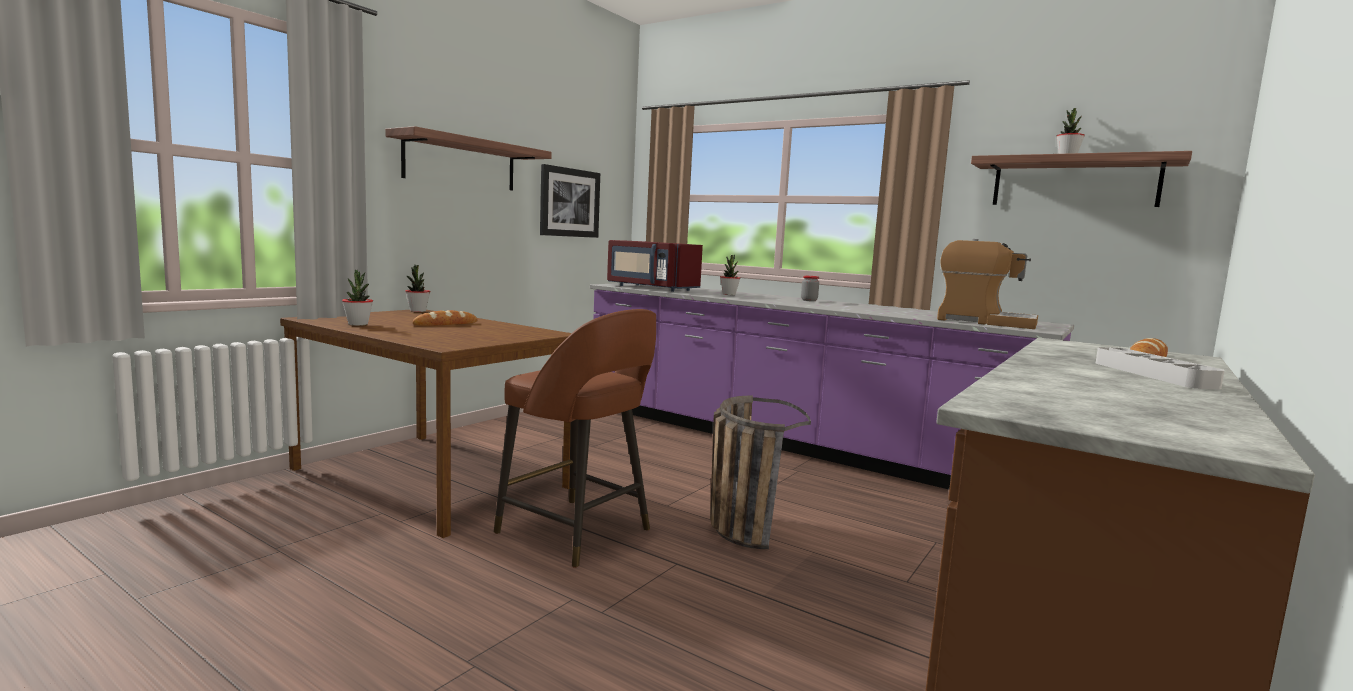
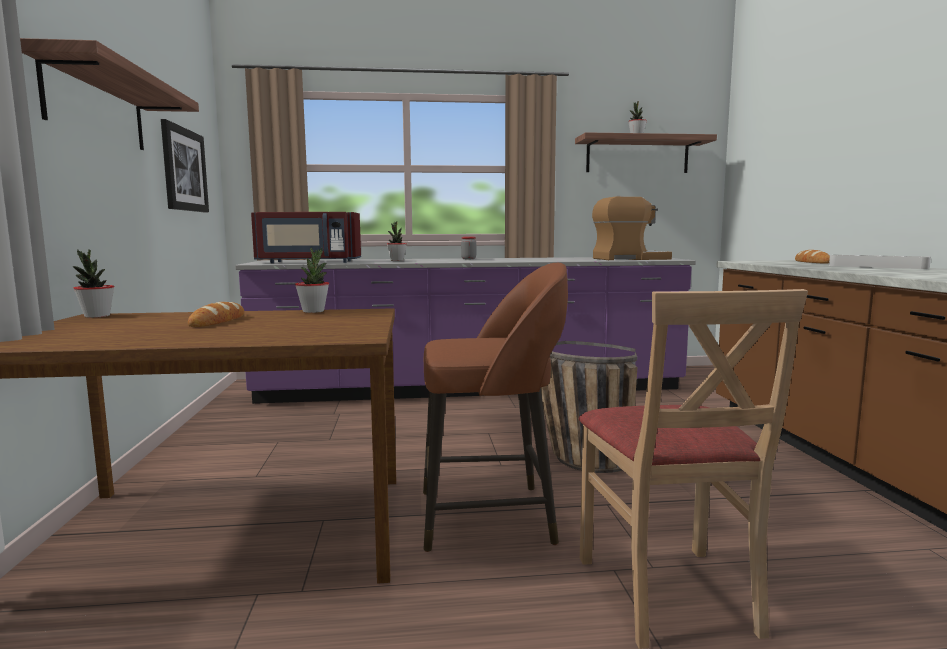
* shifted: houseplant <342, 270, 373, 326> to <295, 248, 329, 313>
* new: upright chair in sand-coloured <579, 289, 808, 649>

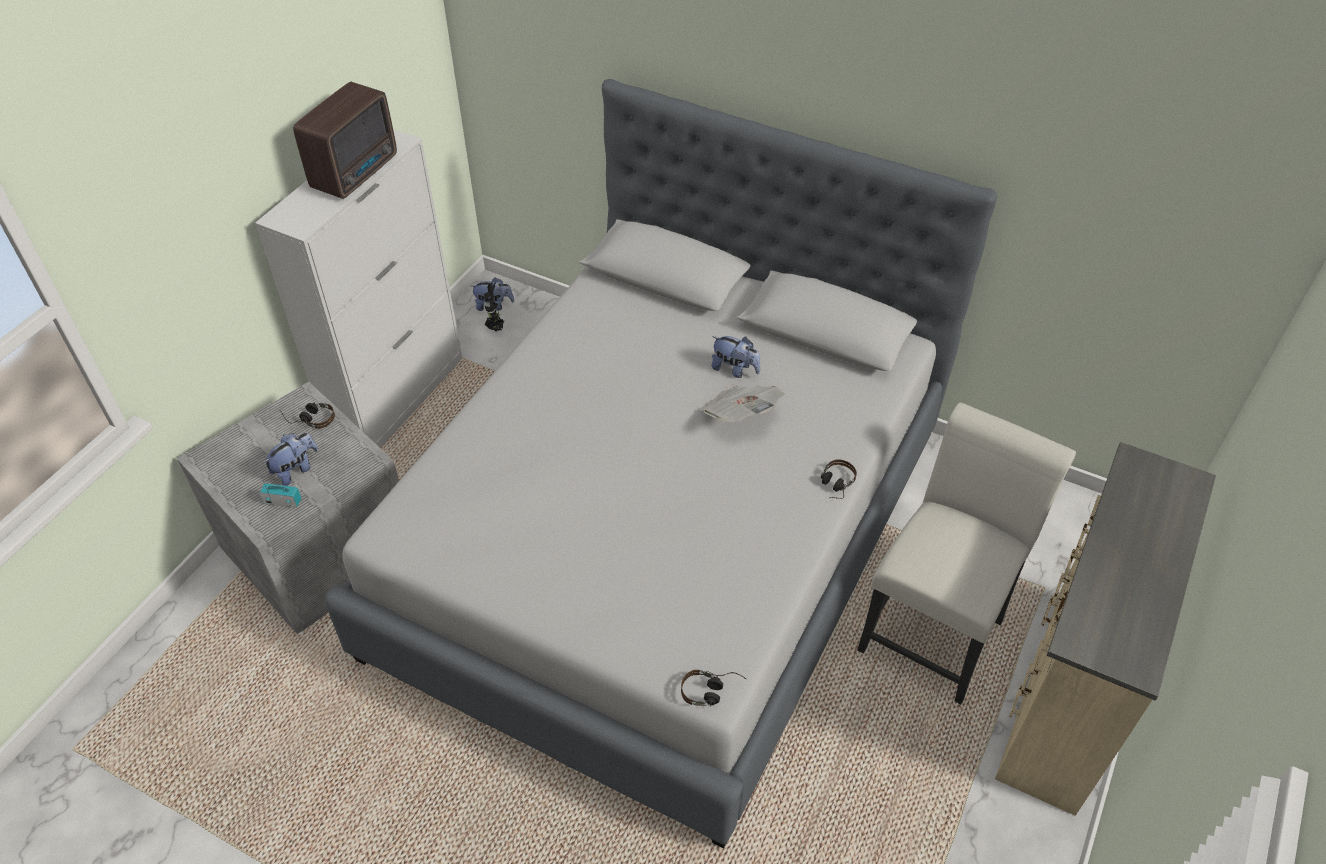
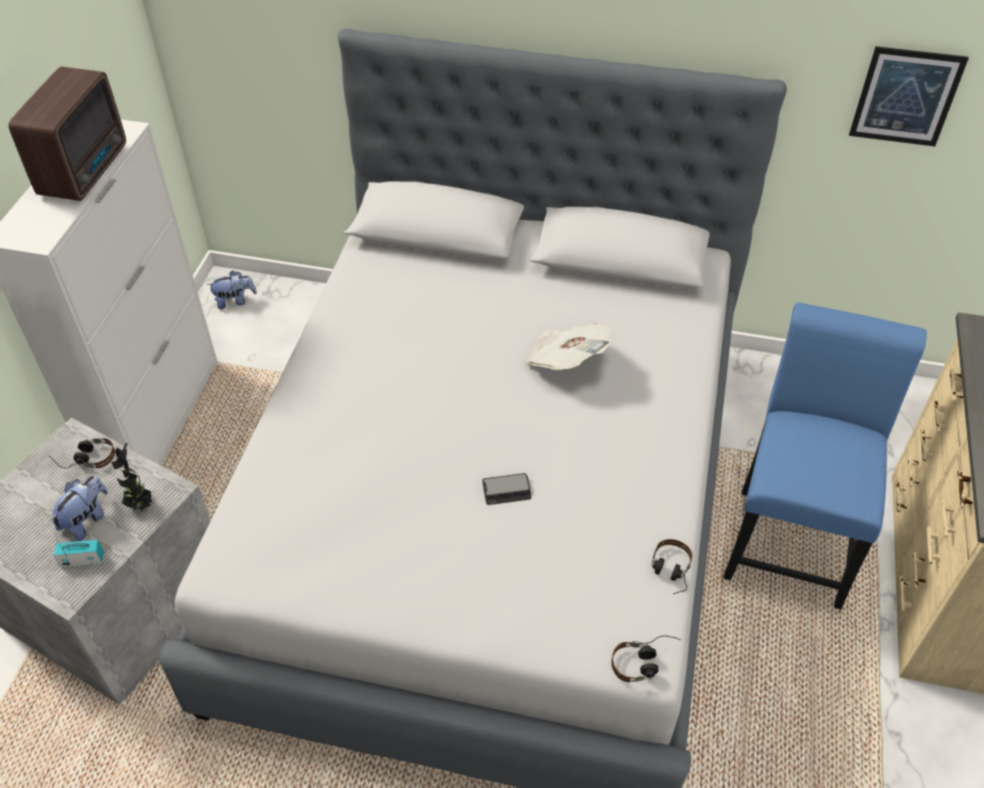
* shifted: houseplant <484, 282, 505, 331> to <111, 443, 154, 510>
* gone: cuddly toy <711, 336, 760, 378>
* repainted: upright chair in white <857, 402, 1076, 704> to upright chair in bluish <724, 303, 927, 609>
* shifted: pair of headphones <821, 459, 857, 499> to <651, 539, 692, 595>
* new: picture <849, 46, 969, 146>
* new: phone <482, 473, 532, 505>

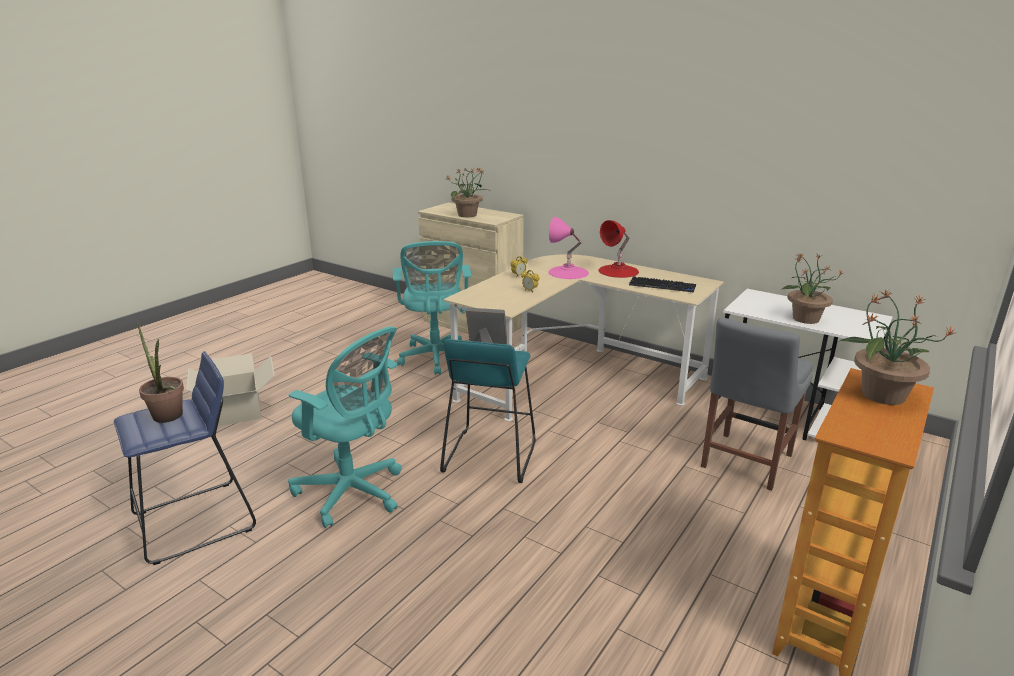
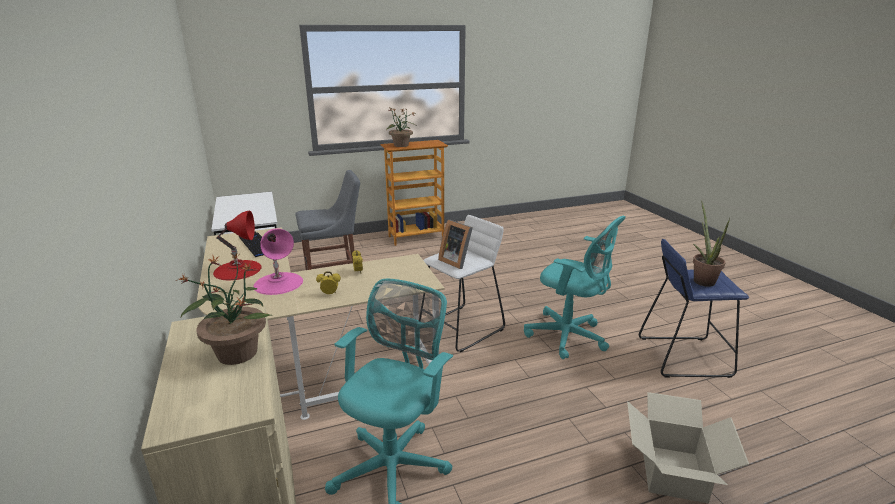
* gone: houseplant <781, 253, 843, 324>
* rotated: office chair in turquoise <288, 326, 402, 528> = <524, 216, 626, 359> 150 degrees clockwise
* repainted: stool in turquoise <440, 339, 536, 483> to stool in white <420, 215, 505, 352>

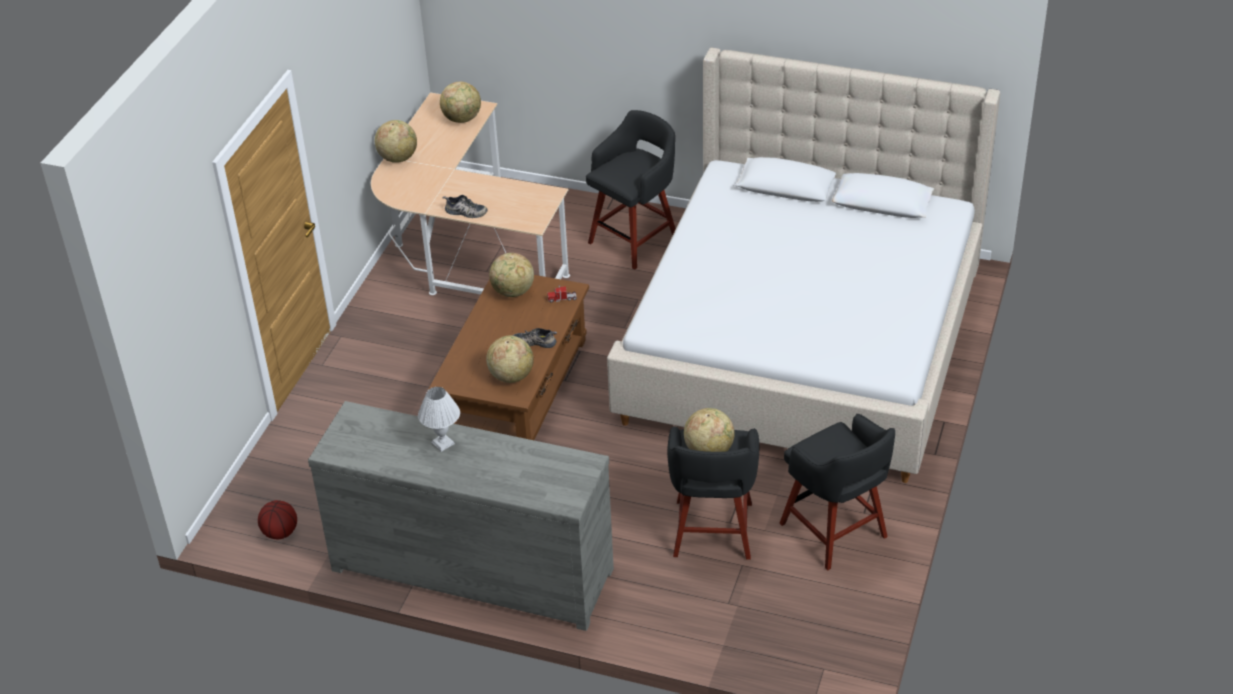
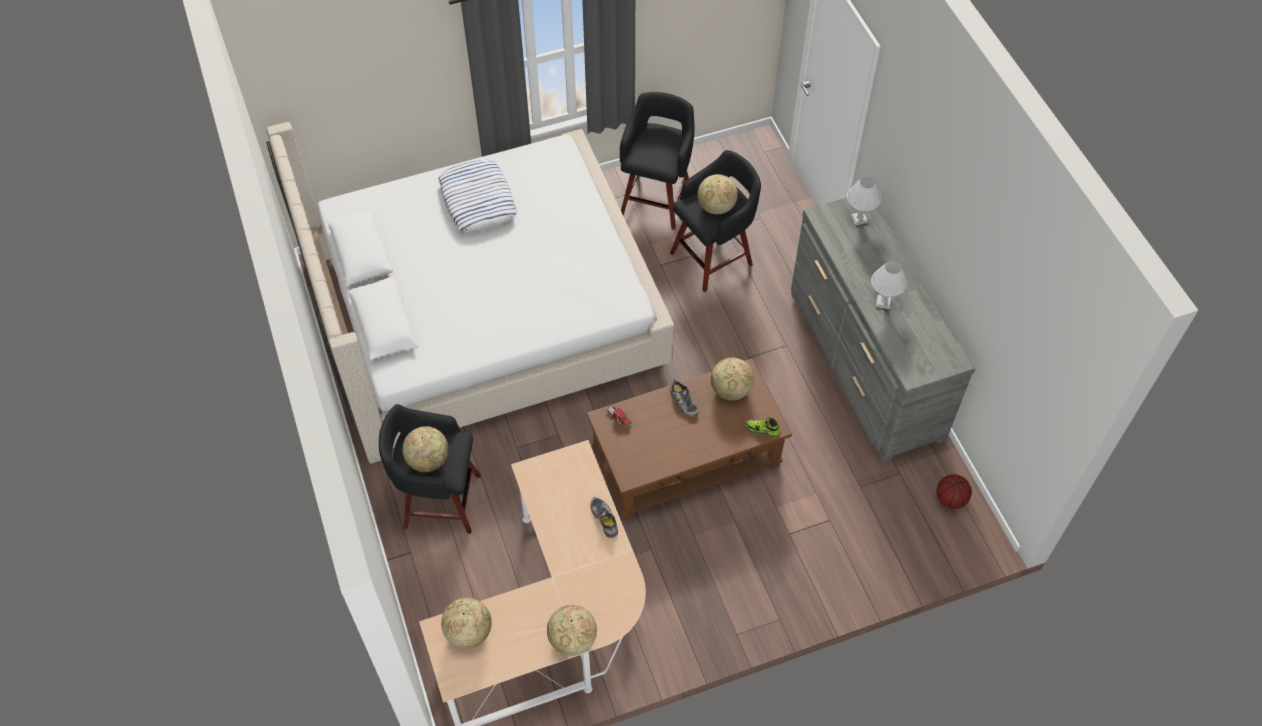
* shifted: world globe <489, 253, 534, 297> to <402, 426, 449, 472>
* new: cushion <438, 159, 517, 232>
* new: lamp for a table in white <847, 177, 881, 226>
* new: item of footwear <745, 417, 780, 438>

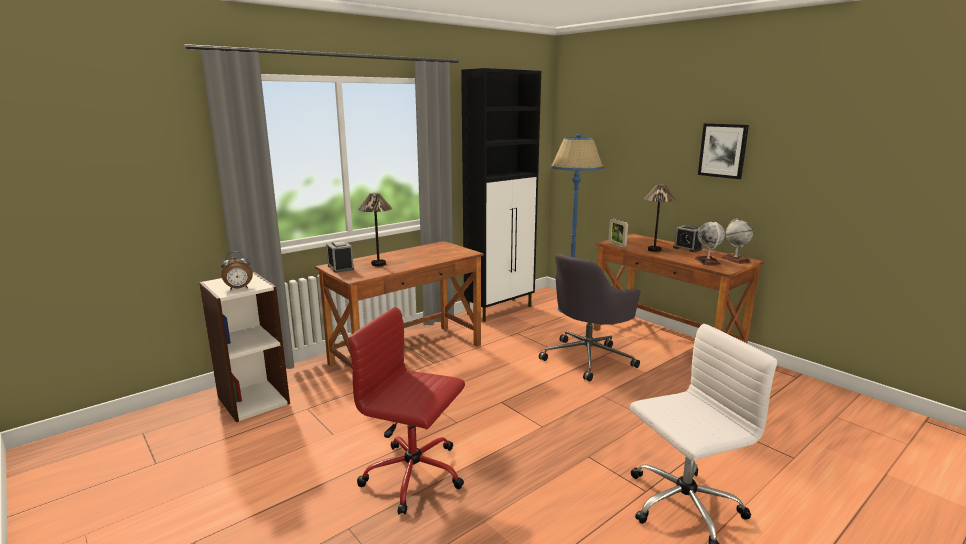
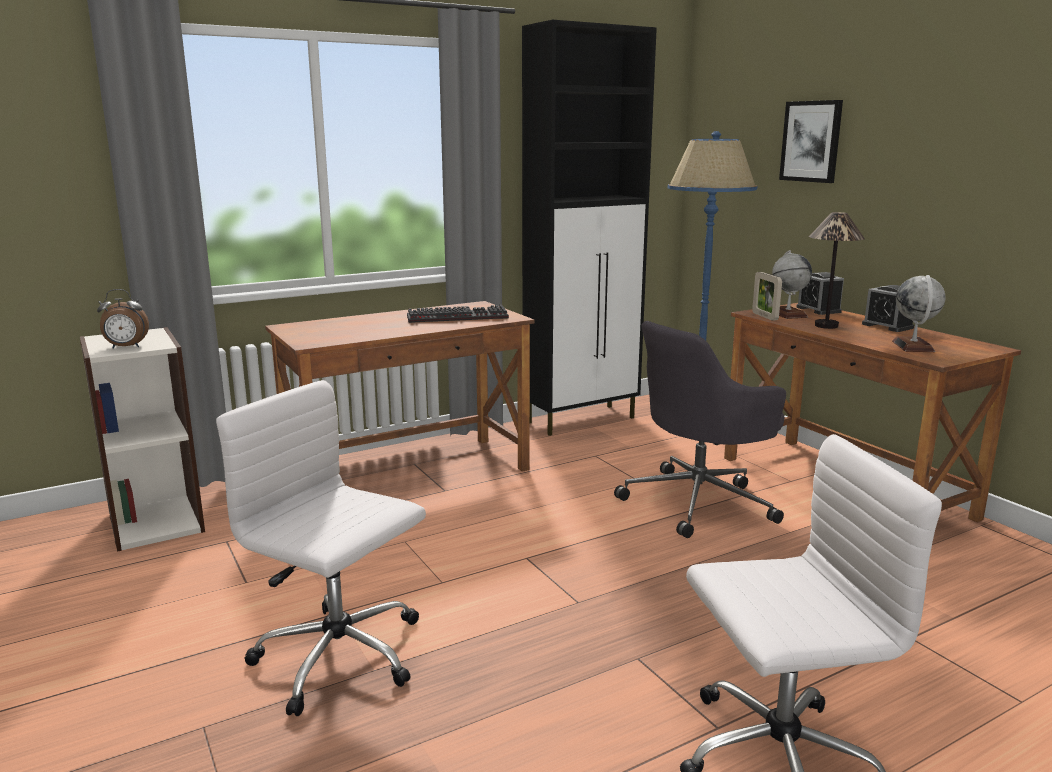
* shifted: picture <698, 123, 749, 179> to <779, 100, 843, 183>
* gone: lamp for a table <358, 193, 392, 266>
* shifted: world globe <721, 218, 753, 264> to <772, 250, 812, 319>
* shifted: alarm clock <326, 241, 354, 273> to <796, 272, 844, 315>
* repainted: office chair in red-coloured <348, 307, 465, 515> to office chair in white <216, 380, 426, 716>
* new: PC keyboard <407, 305, 509, 323>

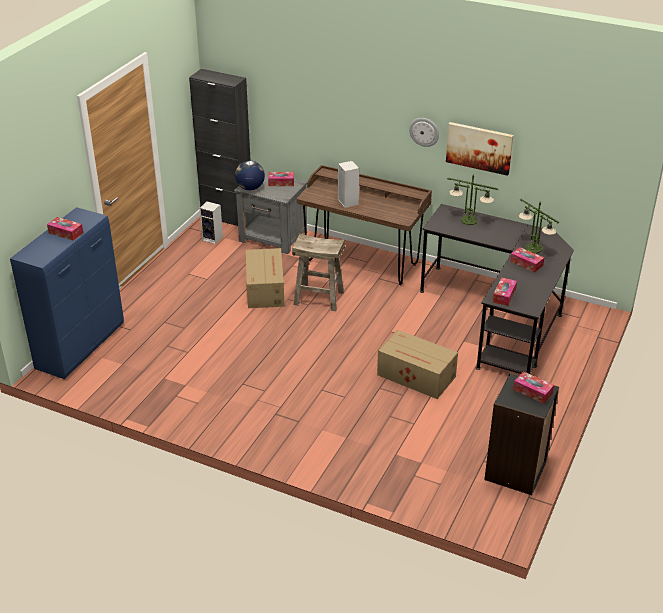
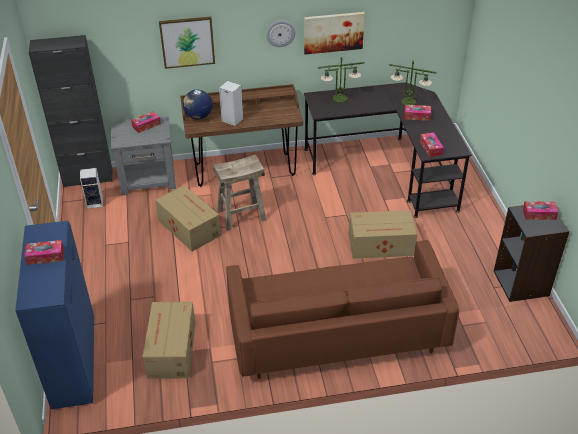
* shifted: world globe <235, 161, 265, 190> to <183, 90, 213, 119>
* new: picture <159, 17, 215, 69>
* new: sofa in brown-coloured <226, 240, 459, 379>
* new: packing box <143, 302, 195, 379>

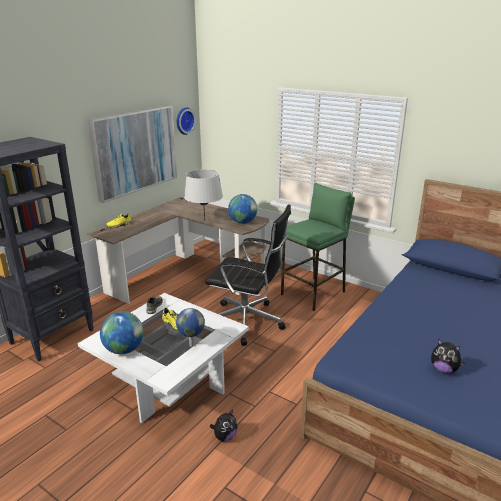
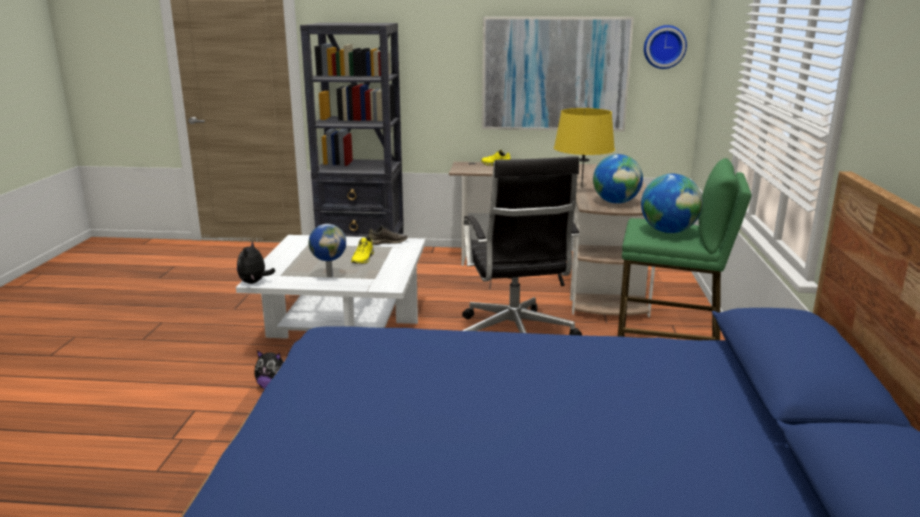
* repainted: lamp for a table in grey <184, 169, 223, 221> to lamp for a table in yellow <554, 108, 615, 188>
* shifted: world globe <100, 311, 144, 354> to <641, 174, 703, 233>
* shifted: cuddly toy <431, 338, 465, 373> to <237, 241, 275, 284>

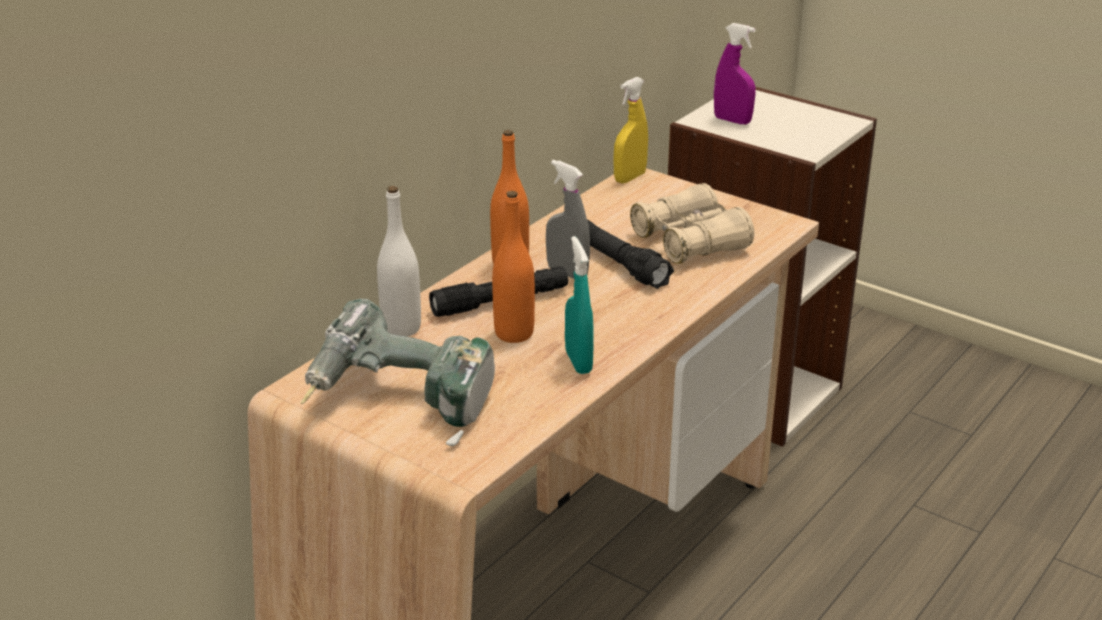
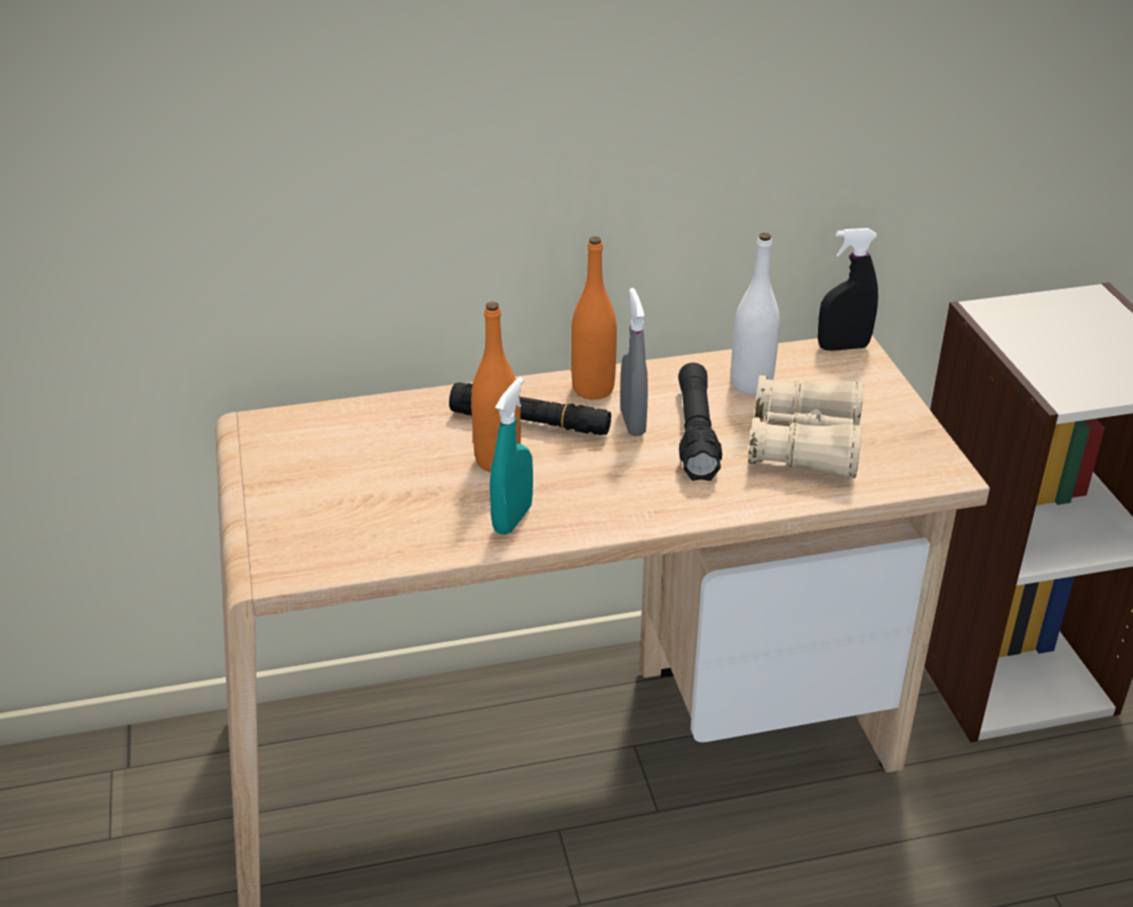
* gone: spray bottle in purplish <714, 23, 756, 124>
* repainted: spray bottle in yellow <614, 77, 648, 184> to spray bottle in black <818, 228, 878, 351>
* shifted: bottle in white <377, 186, 421, 337> to <731, 233, 780, 395>
* gone: power drill <300, 299, 495, 446>

